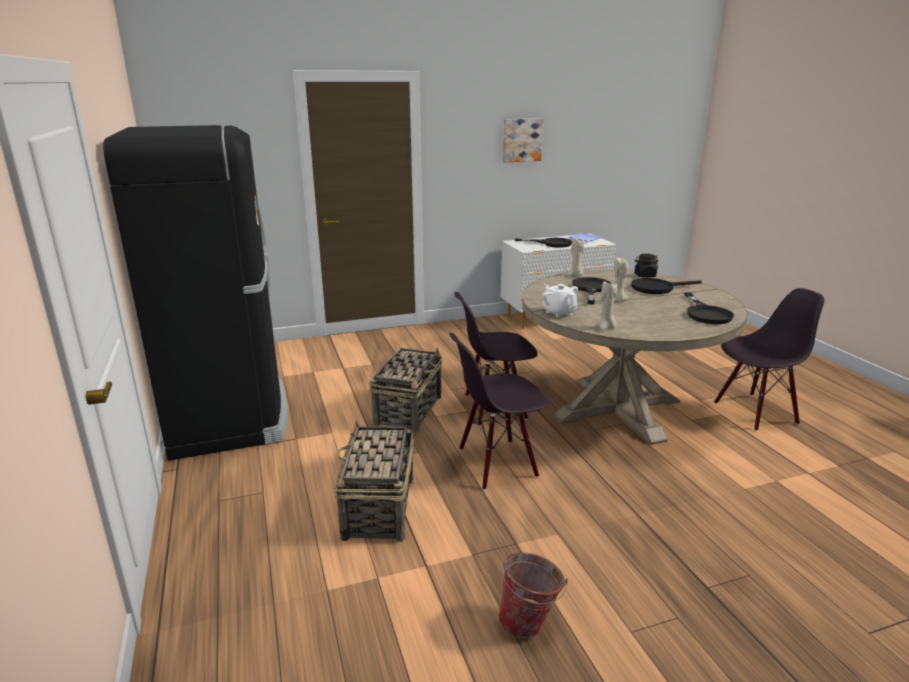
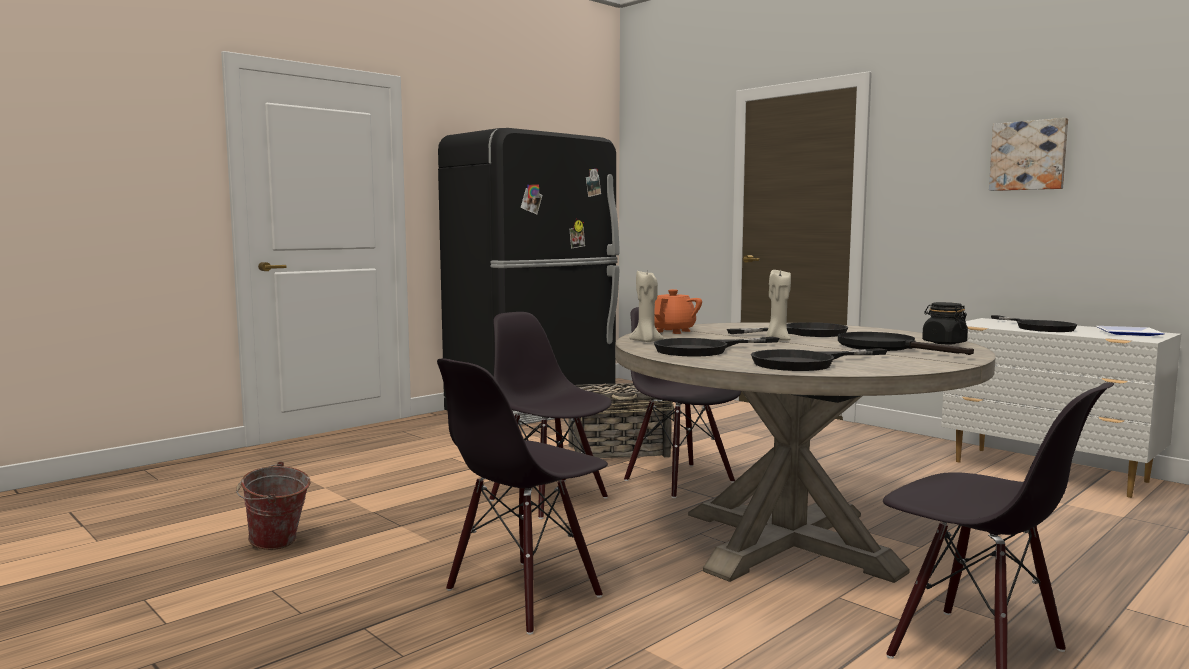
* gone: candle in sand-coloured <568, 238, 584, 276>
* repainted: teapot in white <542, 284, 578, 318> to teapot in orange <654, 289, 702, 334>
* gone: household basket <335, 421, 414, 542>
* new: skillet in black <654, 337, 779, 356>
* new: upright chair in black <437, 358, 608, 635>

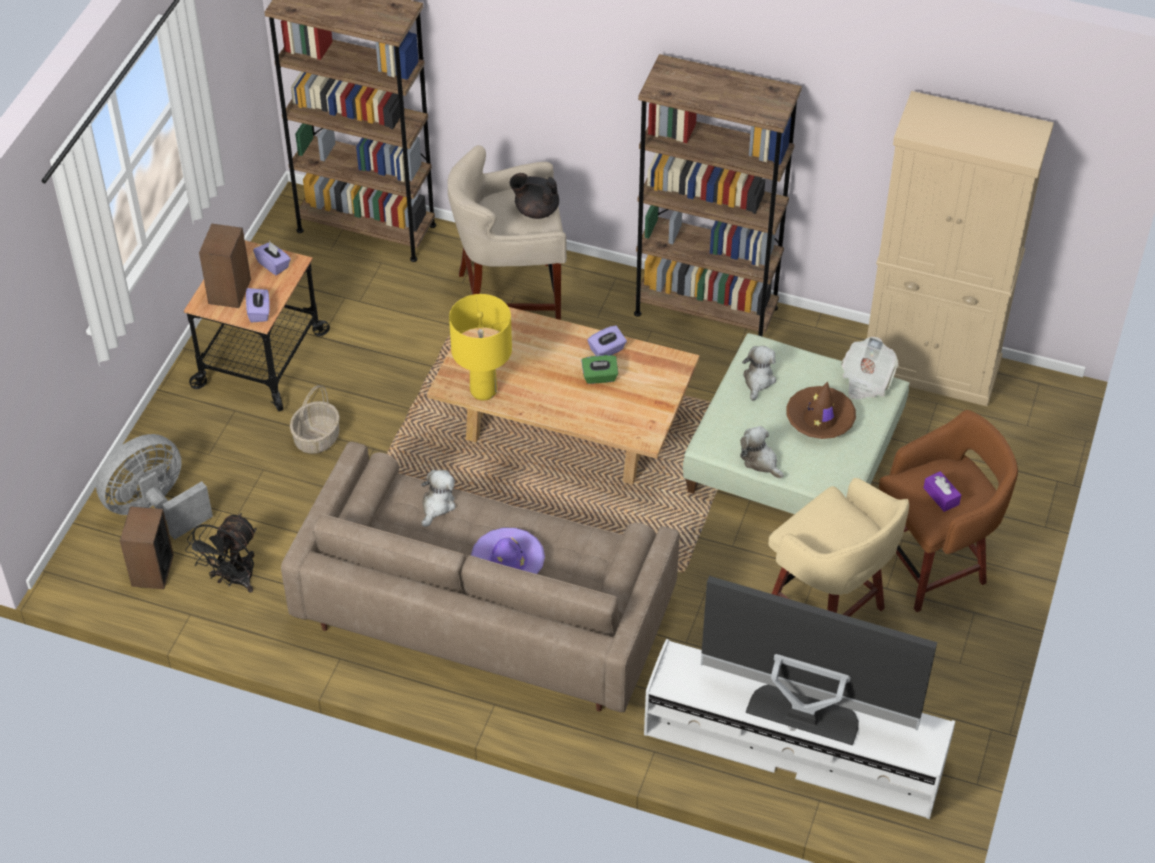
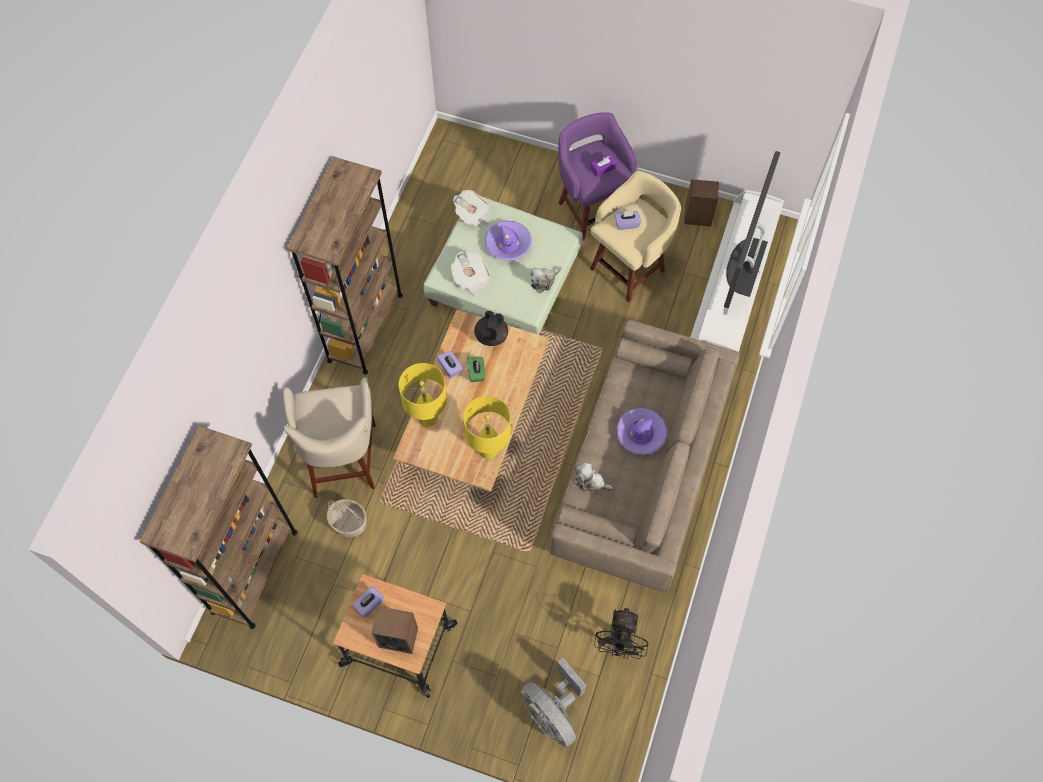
* gone: storage cabinet in sand-coloured <867, 91, 1054, 406>
* shifted: teapot in black <510, 173, 559, 219> to <474, 311, 508, 346>
* shifted: box of tissues in purplish <246, 288, 270, 322> to <615, 211, 641, 230>
* swapped: cuddly toy <742, 346, 776, 401> to newspaper <451, 251, 491, 296>
* repainted: wearable hat in brown-coloured <786, 381, 856, 439> to wearable hat in purplish <485, 221, 532, 261>
* shifted: household basket <290, 385, 340, 454> to <327, 499, 367, 537>
* repainted: stool in brown-coloured <879, 410, 1018, 612> to stool in purplish <558, 112, 637, 241>
* shifted: speaker <120, 506, 174, 589> to <684, 179, 719, 226>
* rotated: fan in black <185, 513, 257, 593> = <594, 608, 648, 659> 75 degrees clockwise
* new: lamp for a table in yellow <399, 363, 447, 427>

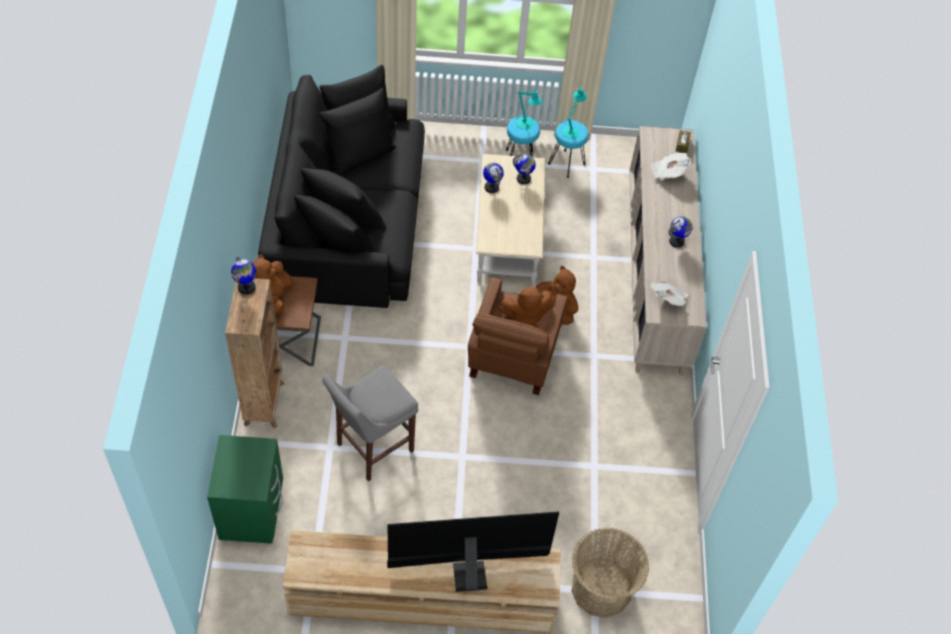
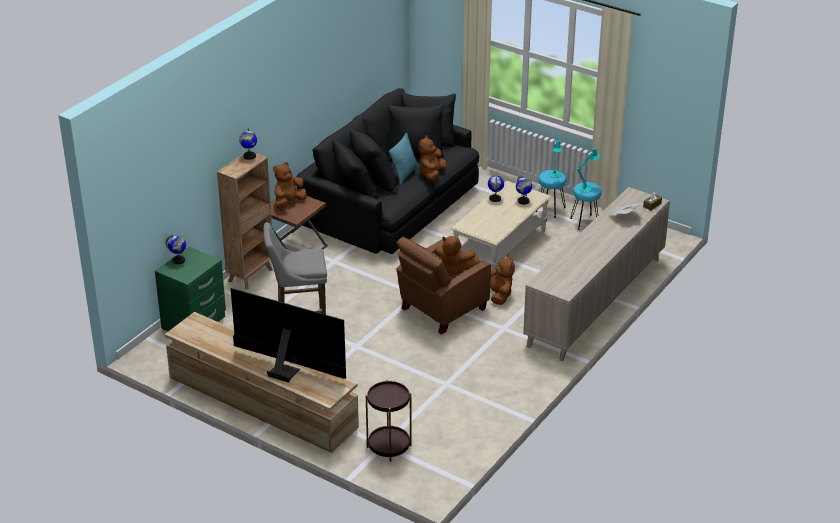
* shifted: world globe <669, 216, 692, 248> to <166, 235, 186, 264>
* gone: newspaper <651, 281, 688, 307>
* swapped: household basket <572, 528, 649, 618> to end table in brown-coloured <366, 380, 412, 462>
* new: cushion in turquoise <389, 133, 419, 185>
* new: cuddly toy in brown-coloured <418, 135, 447, 181>

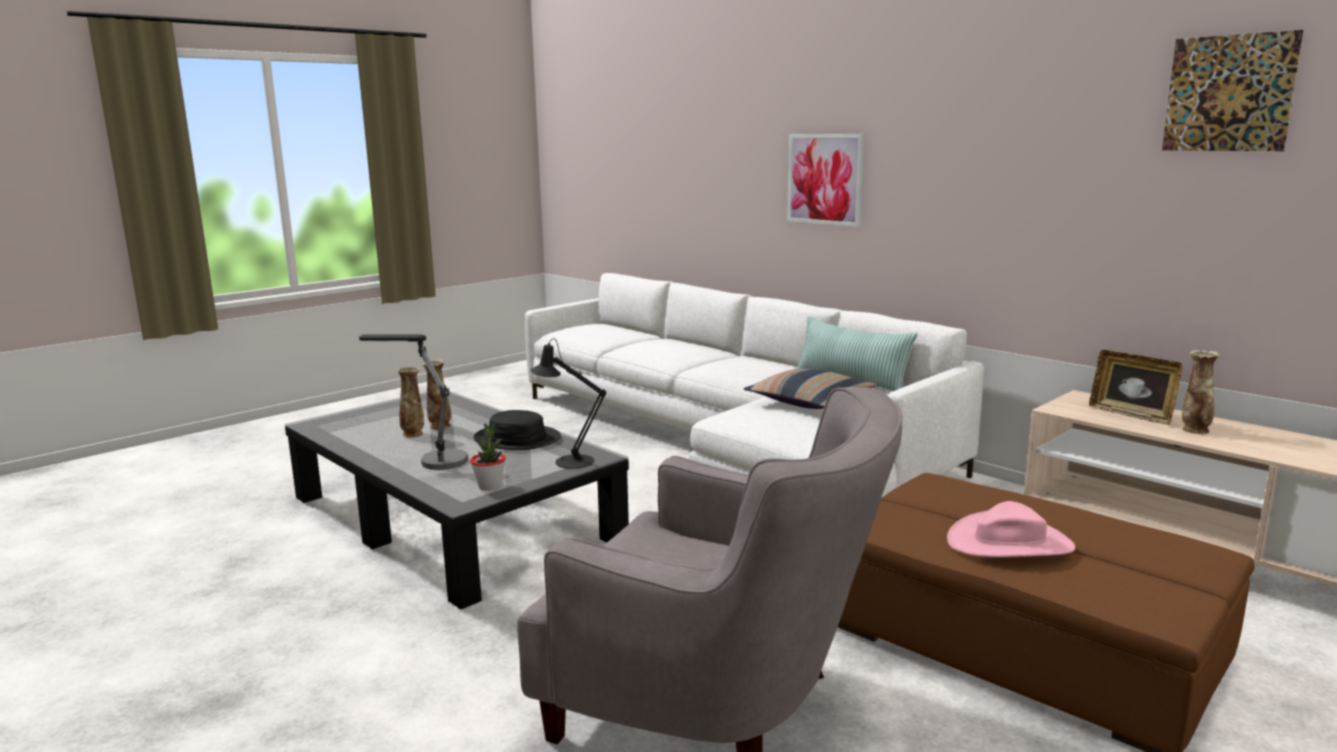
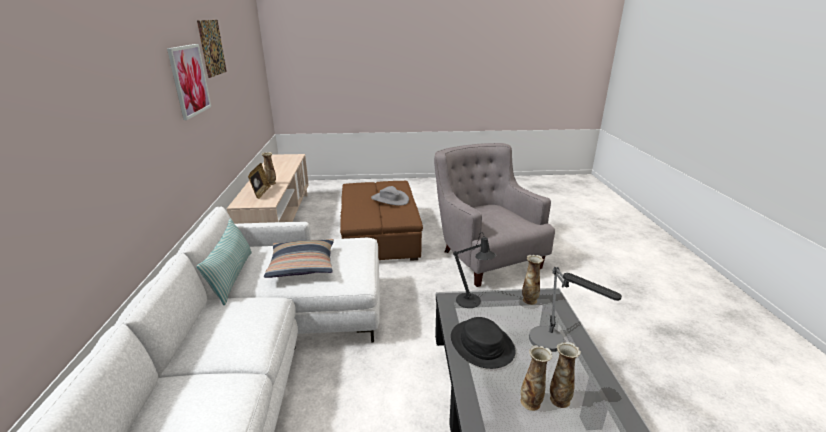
* shifted: picture <787, 134, 864, 227> to <167, 44, 211, 120>
* swapped: houseplant <470, 423, 506, 491> to decorative vase <522, 255, 544, 305>
* repainted: wearable hat in pink-coloured <947, 501, 1076, 558> to wearable hat in grey <371, 186, 409, 206>

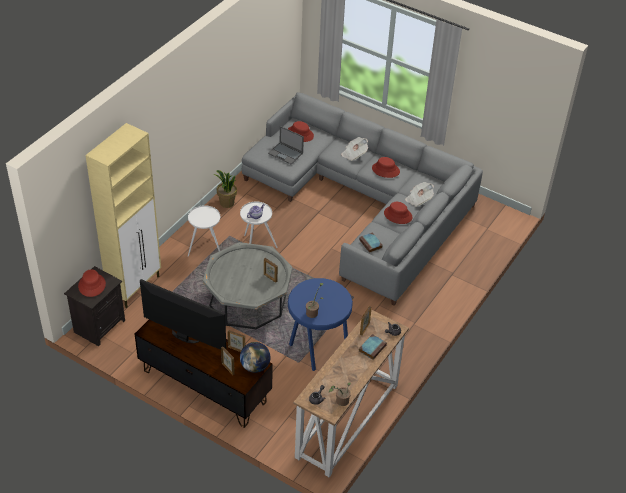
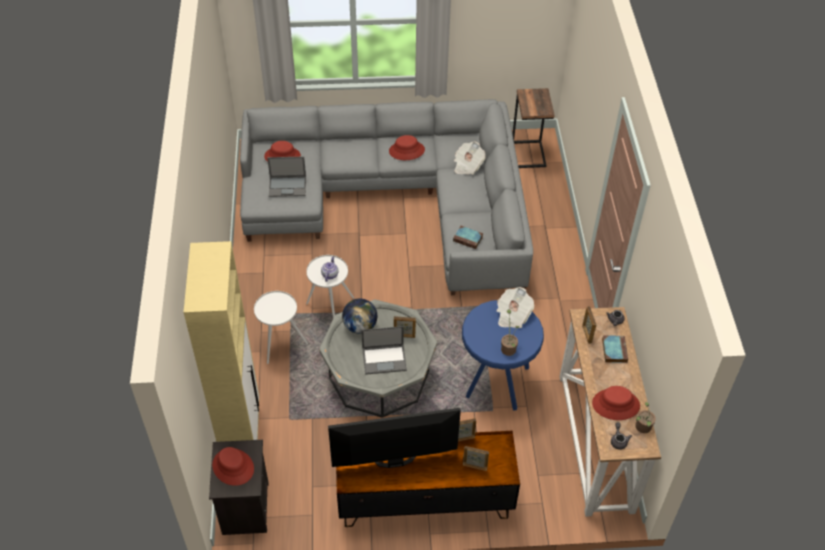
* shifted: newspaper <341, 137, 368, 161> to <497, 287, 534, 328>
* gone: houseplant <214, 170, 237, 208>
* shifted: wearable hat in red-coloured <384, 202, 413, 224> to <592, 386, 640, 420>
* shifted: world globe <240, 342, 271, 373> to <342, 299, 377, 334>
* new: end table <512, 88, 555, 168>
* new: portable computer <362, 326, 407, 375>

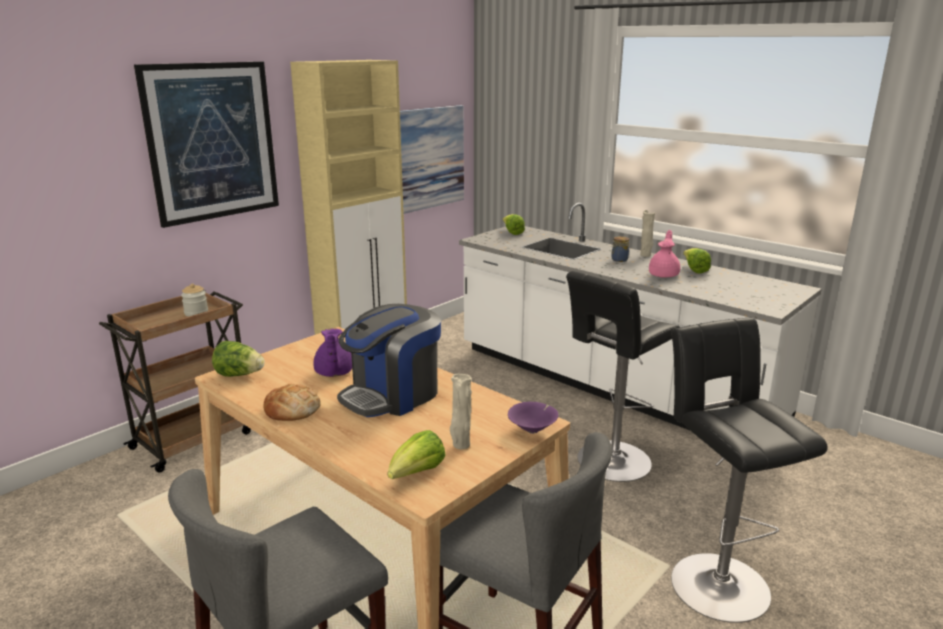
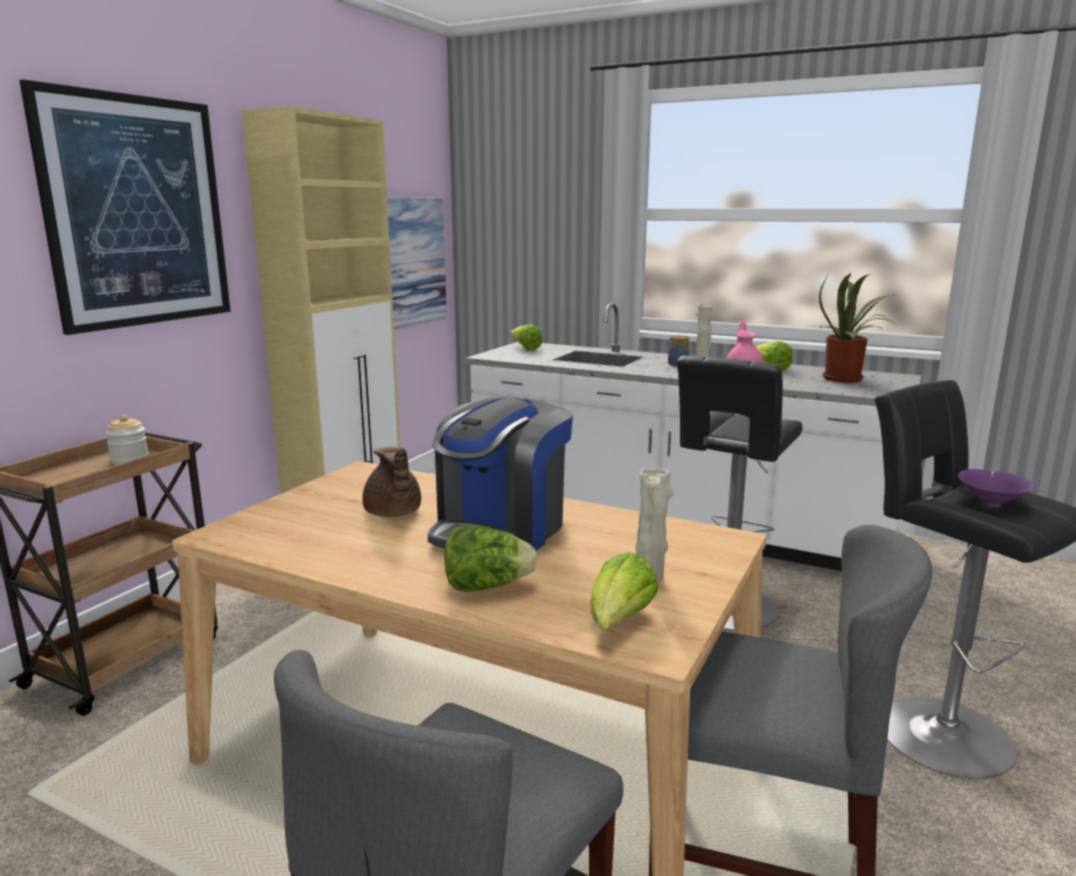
* repainted: teapot in purplish <313, 328, 352, 377> to teapot in brown-coloured <362, 447, 421, 517>
* shifted: lettuce head <212, 341, 265, 377> to <445, 525, 537, 592>
* gone: baked bread <264, 384, 321, 421>
* shifted: deep dish in purplish <508, 402, 558, 434> to <958, 469, 1035, 507>
* new: houseplant <819, 273, 896, 383>

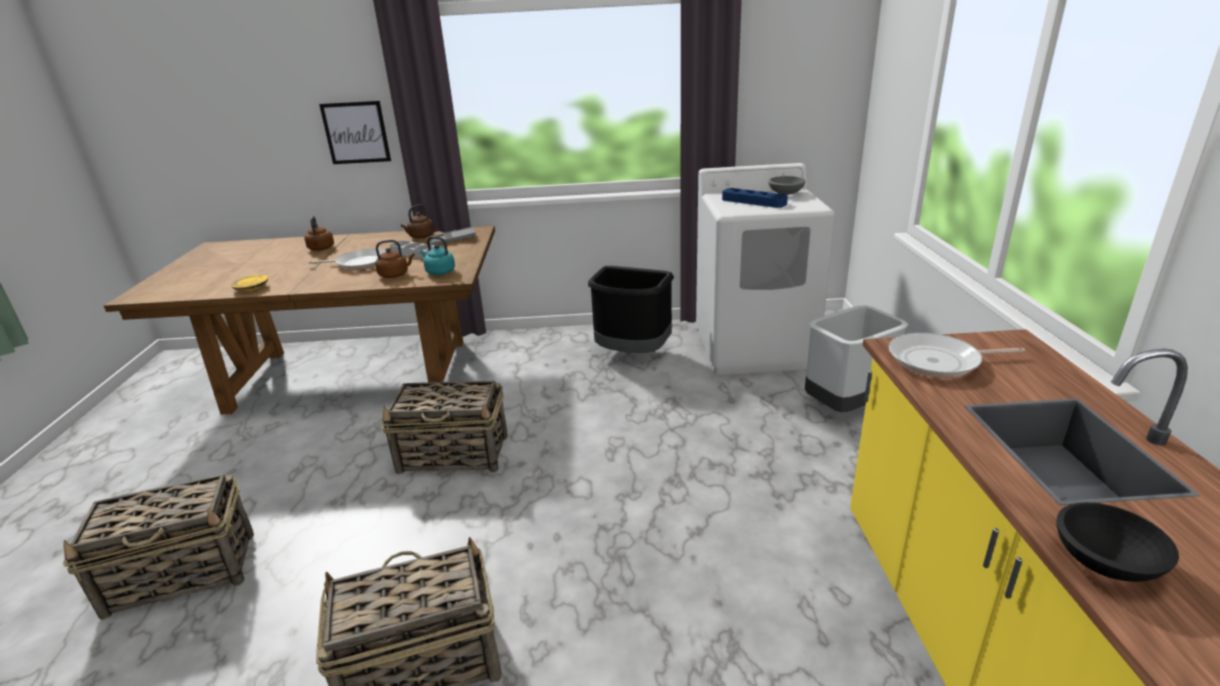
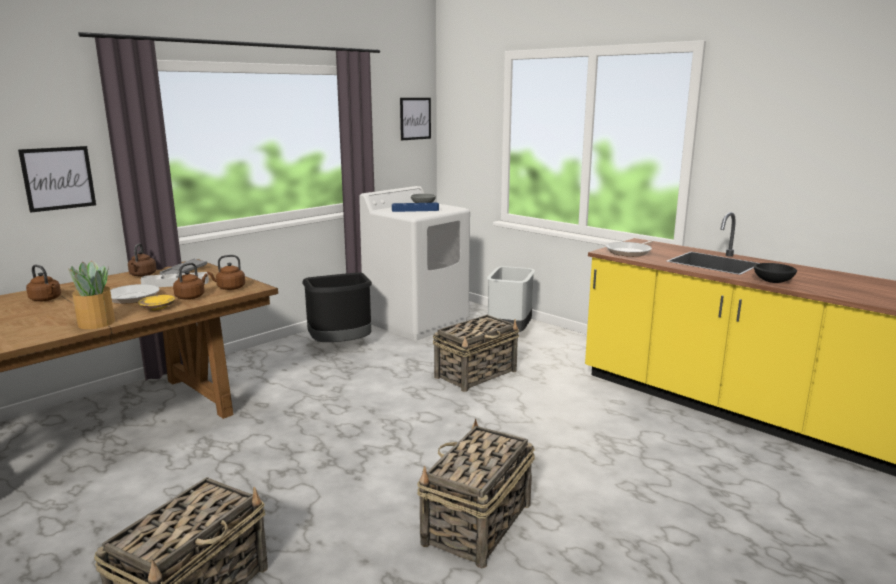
* repainted: water kettle in turquoise <420, 236, 455, 275> to water kettle in brown-coloured <207, 255, 245, 290>
* shifted: flat dish in yellow <231, 274, 268, 291> to <138, 295, 175, 310>
* shifted: household basket <381, 381, 507, 474> to <433, 315, 519, 392>
* new: picture <400, 98, 431, 140>
* new: houseplant <68, 261, 115, 329>

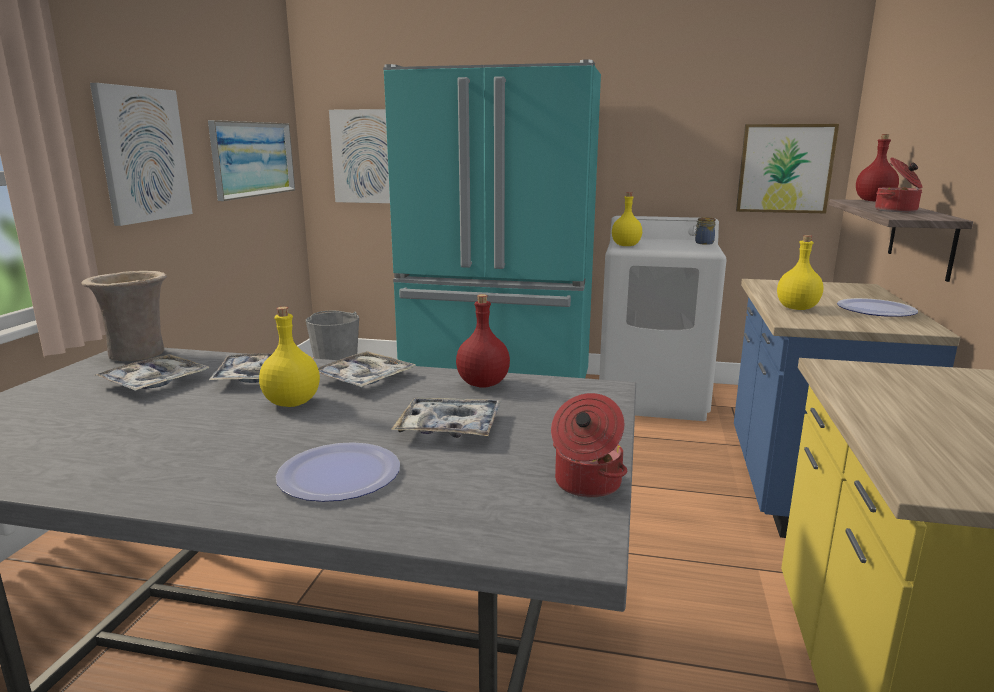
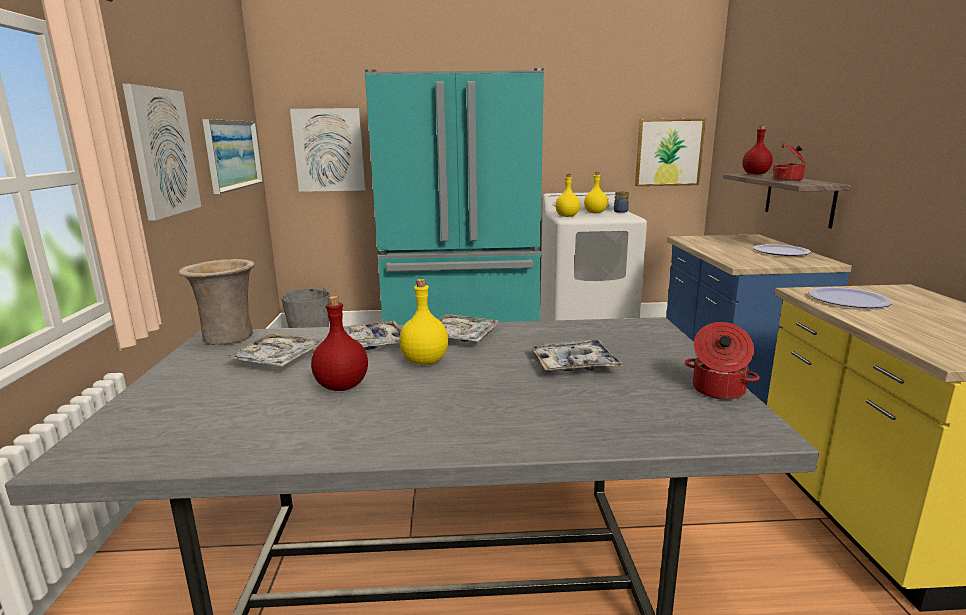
* shifted: bottle in yellow <777, 235, 823, 310> to <584, 172, 608, 213>
* shifted: bottle in red-coloured <456, 294, 510, 388> to <311, 296, 368, 391>
* shifted: flat dish <276, 442, 400, 502> to <808, 287, 893, 308>

